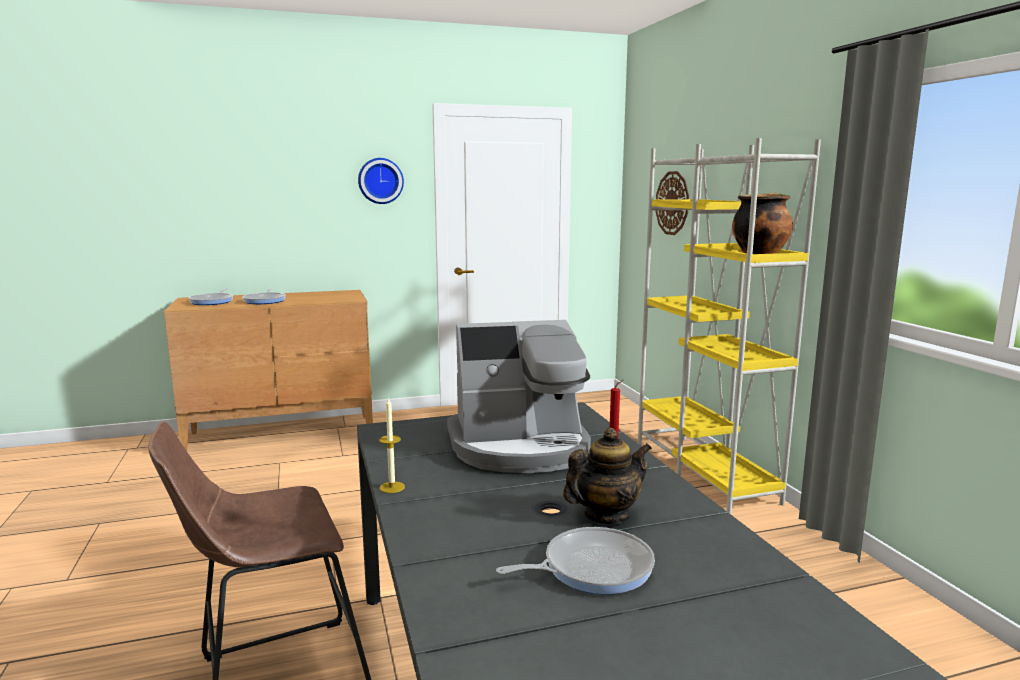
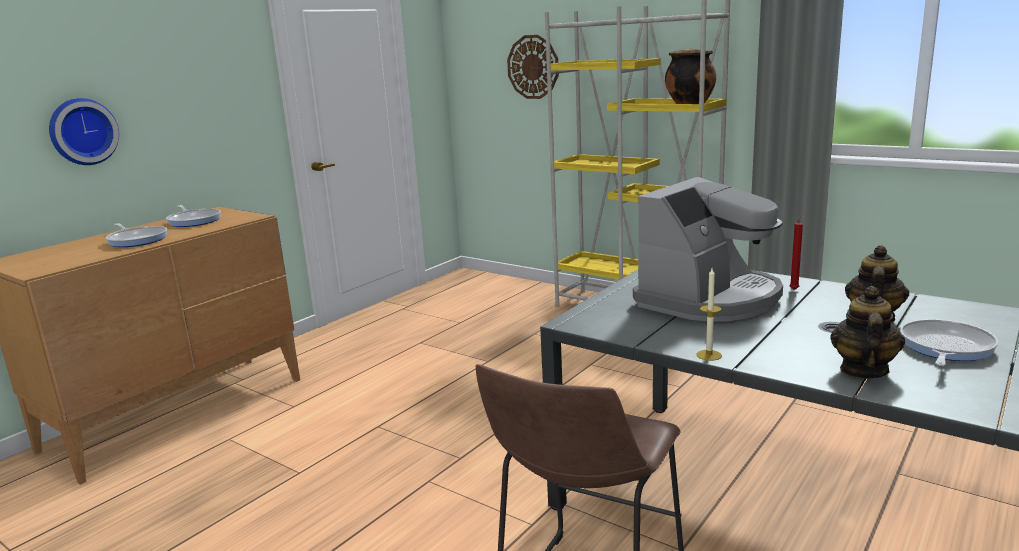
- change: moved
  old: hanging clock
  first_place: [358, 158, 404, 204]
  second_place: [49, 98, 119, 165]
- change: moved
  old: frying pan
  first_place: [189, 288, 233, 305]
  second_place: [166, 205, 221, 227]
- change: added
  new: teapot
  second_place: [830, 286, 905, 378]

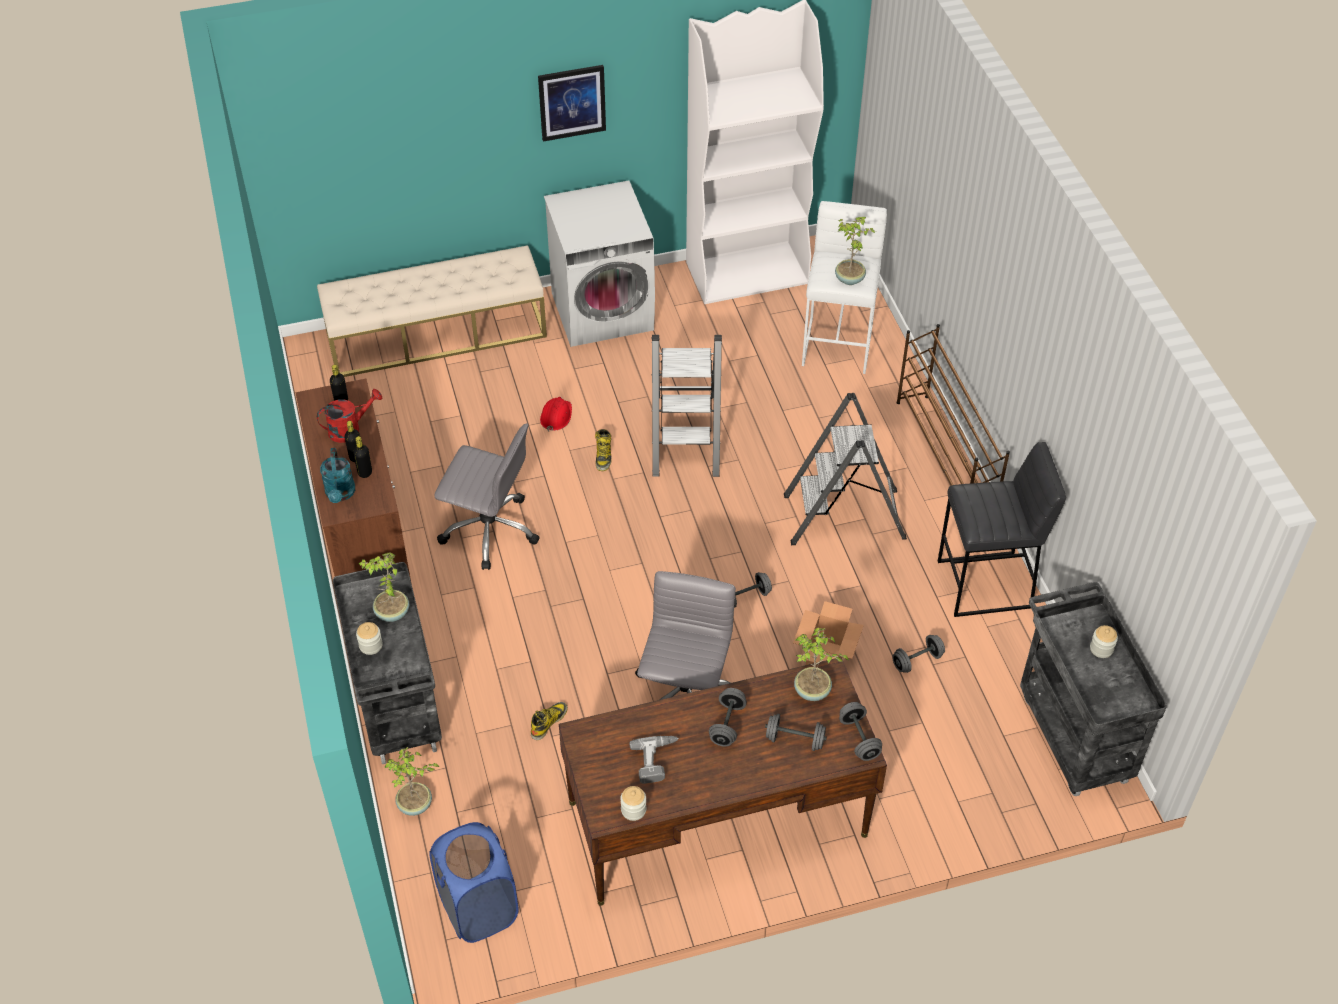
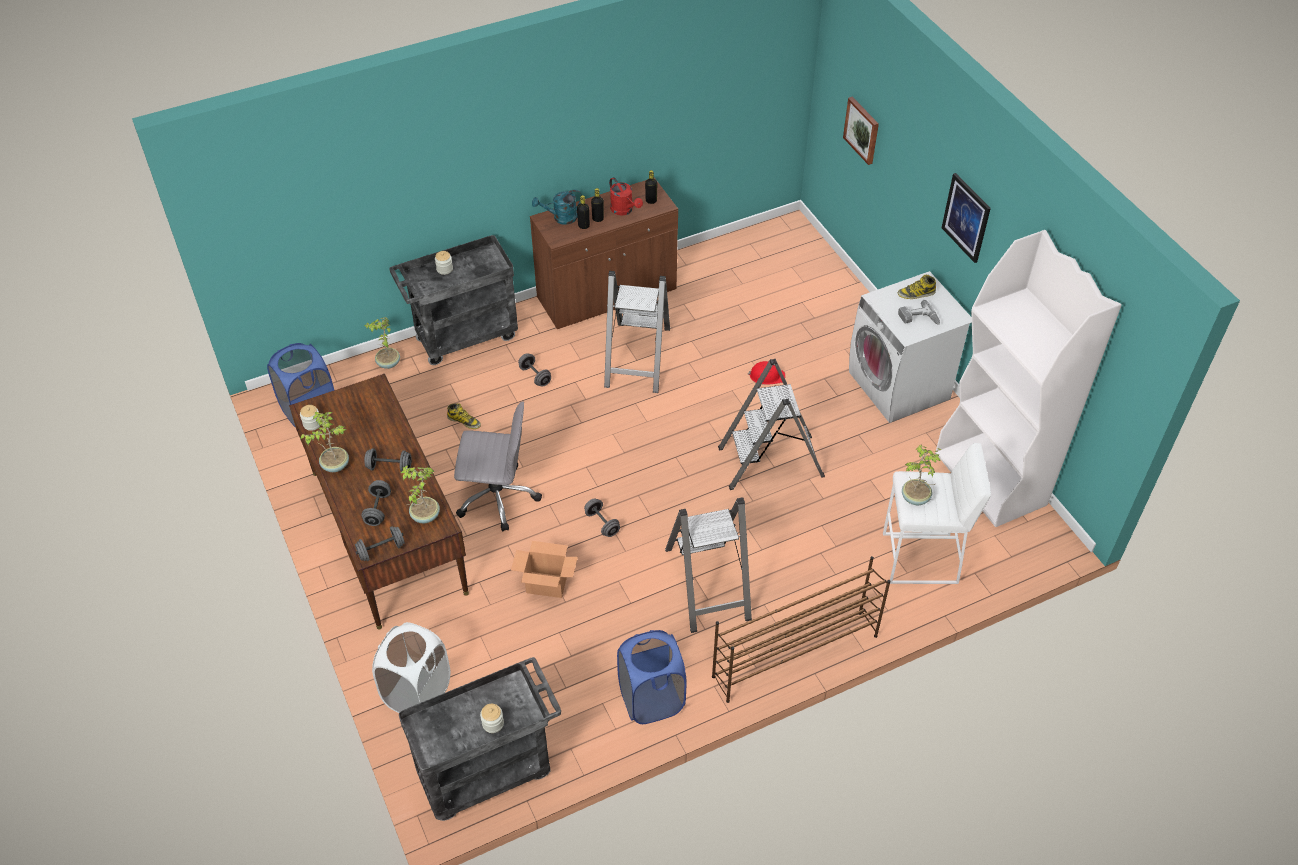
- change: removed
  old: beige-coloured bench
  first_place: [317, 245, 547, 377]
- change: replaced
  old: grey desk chair
  new: grey stepladder
  first_place: [434, 424, 540, 570]
  second_place: [604, 271, 670, 393]
- change: moved
  old: high-top boot
  first_place: [595, 429, 612, 471]
  second_place: [898, 275, 936, 299]
- change: replaced
  old: grey stool seat
  new: blue washing basket
  first_place: [938, 442, 1066, 617]
  second_place: [617, 630, 687, 724]
- change: moved
  old: houseplant
  first_place: [359, 553, 409, 622]
  second_place: [300, 412, 349, 472]
- change: moved
  old: grey free weight
  first_place: [892, 635, 945, 673]
  second_place: [518, 353, 551, 387]
- change: moved
  old: power drill
  first_place: [629, 736, 679, 784]
  second_place: [898, 300, 940, 325]
- change: added
  new: wall picture
  second_place: [843, 97, 879, 165]
- change: added
  new: whitish washing basket
  second_place: [372, 622, 450, 713]

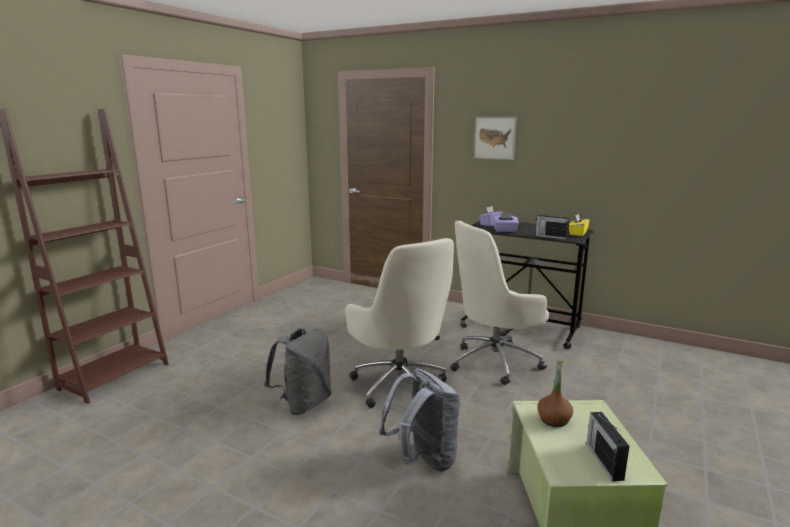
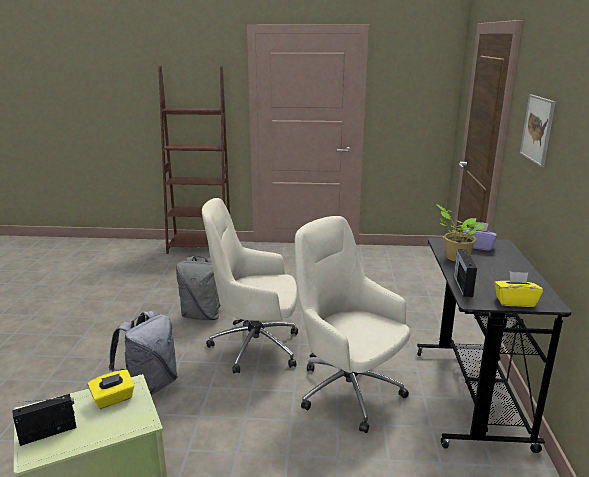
- change: replaced
  old: purplish tissue holder
  new: houseplant
  first_place: [493, 213, 519, 232]
  second_place: [436, 204, 485, 262]
- change: turned
  old: beige-coloured desk chair
  first_place: [345, 238, 454, 408]
  second_place: [202, 198, 298, 374]
  degrees: 60
- change: replaced
  old: brown-coloured drink bottle
  new: yellow tissue holder
  first_place: [537, 360, 573, 427]
  second_place: [88, 370, 134, 409]

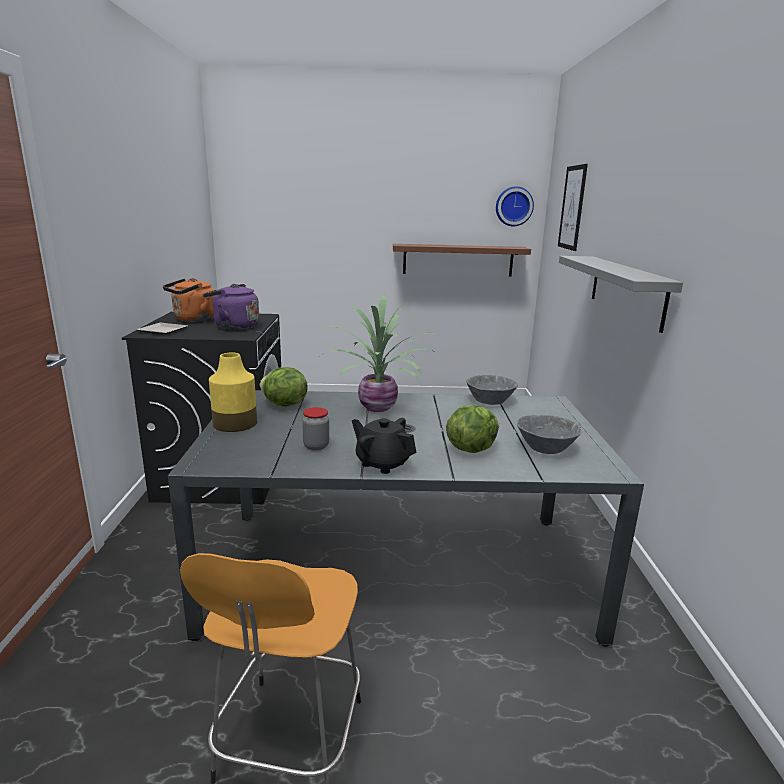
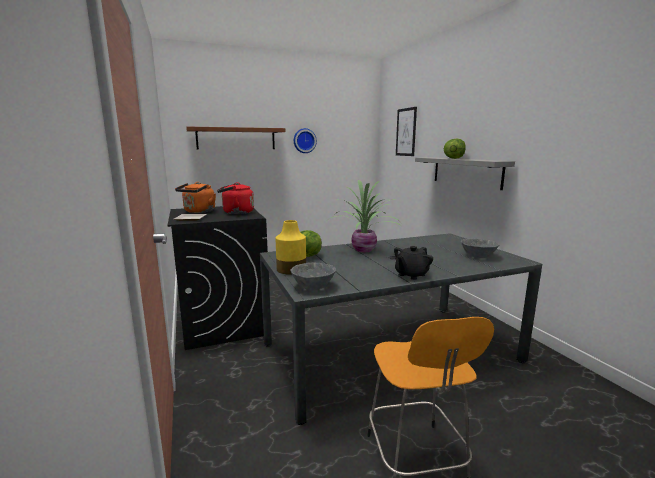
- change: moved
  old: hanging clock
  first_place: [496, 186, 534, 226]
  second_place: [294, 128, 317, 153]
- change: moved
  old: brown-coloured shelf
  first_place: [393, 244, 531, 277]
  second_place: [186, 127, 285, 150]
- change: recoloured
  old: purplish water kettle
  new: red water kettle
  first_place: [203, 284, 259, 330]
  second_place: [217, 182, 254, 214]
- change: moved
  old: grey deep dish
  first_place: [466, 375, 518, 405]
  second_place: [290, 263, 336, 290]
- change: moved
  old: lettuce head
  first_place: [446, 405, 499, 453]
  second_place: [444, 139, 466, 159]
- change: removed
  old: jar
  first_place: [302, 407, 329, 450]
- change: turned
  old: black teapot
  first_place: [352, 418, 416, 474]
  second_place: [394, 246, 433, 280]
  degrees: -60

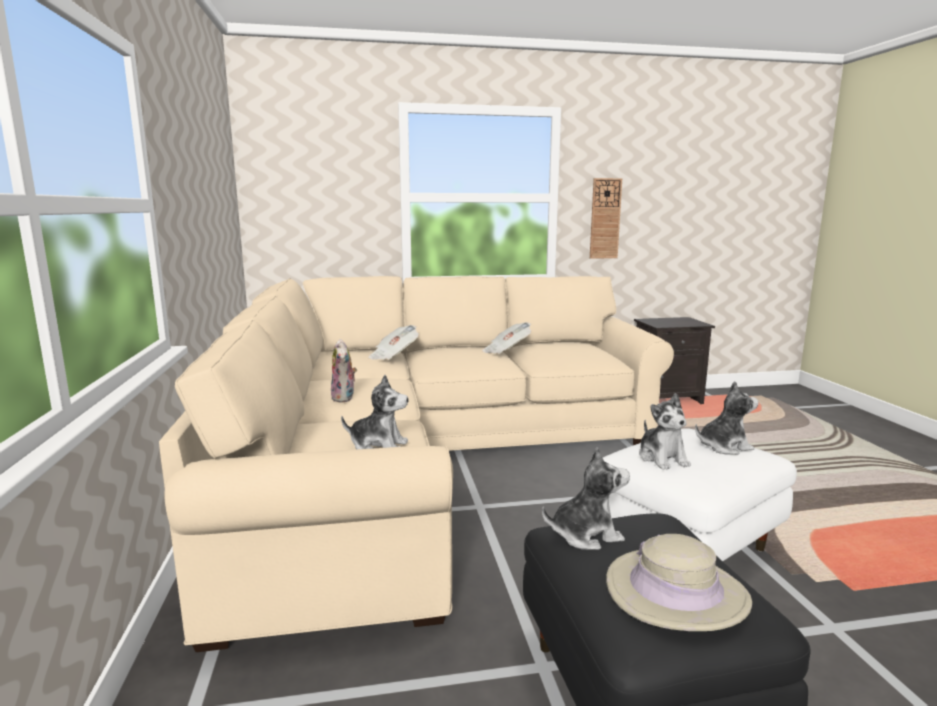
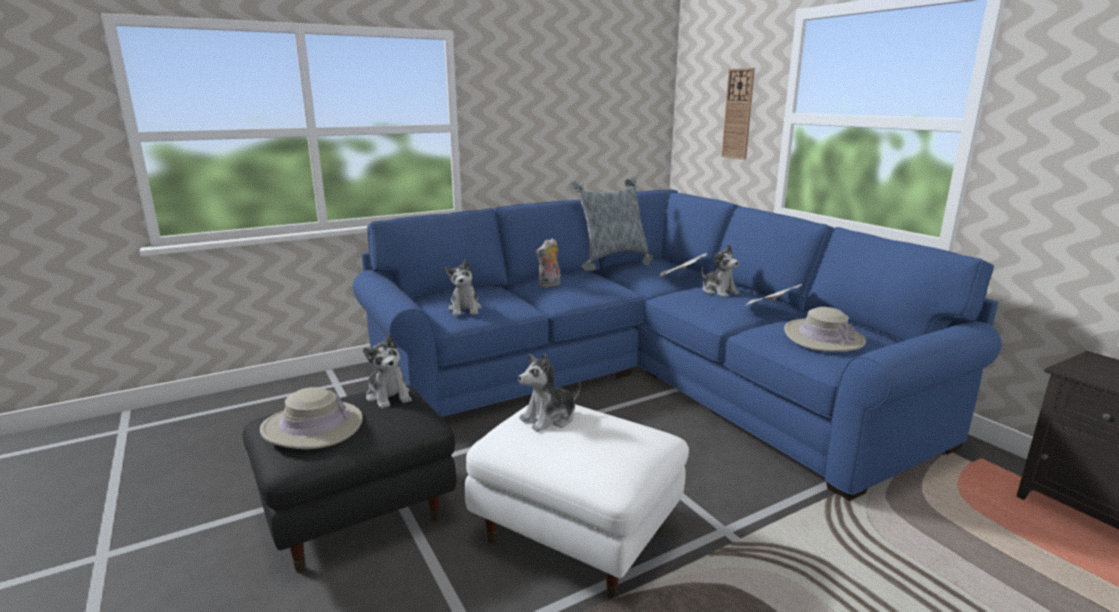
- change: moved
  old: hanging clock
  first_place: [590, 178, 622, 259]
  second_place: [722, 68, 755, 160]
- change: recoloured
  old: beige-coloured couch
  new: blue couch
  first_place: [159, 276, 674, 652]
  second_place: [353, 189, 1002, 501]
- change: moved
  old: plush toy
  first_place: [695, 381, 759, 455]
  second_place: [702, 245, 739, 298]
- change: added
  new: pillow
  second_place: [570, 178, 654, 271]
- change: added
  new: beige-coloured wearable hat
  second_place: [784, 307, 866, 352]

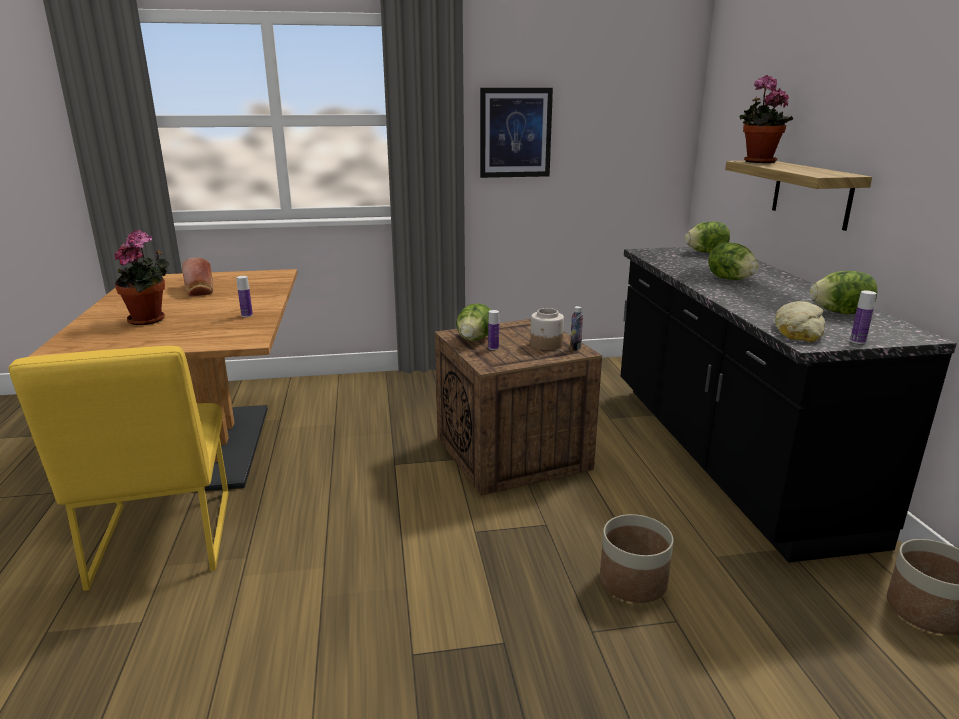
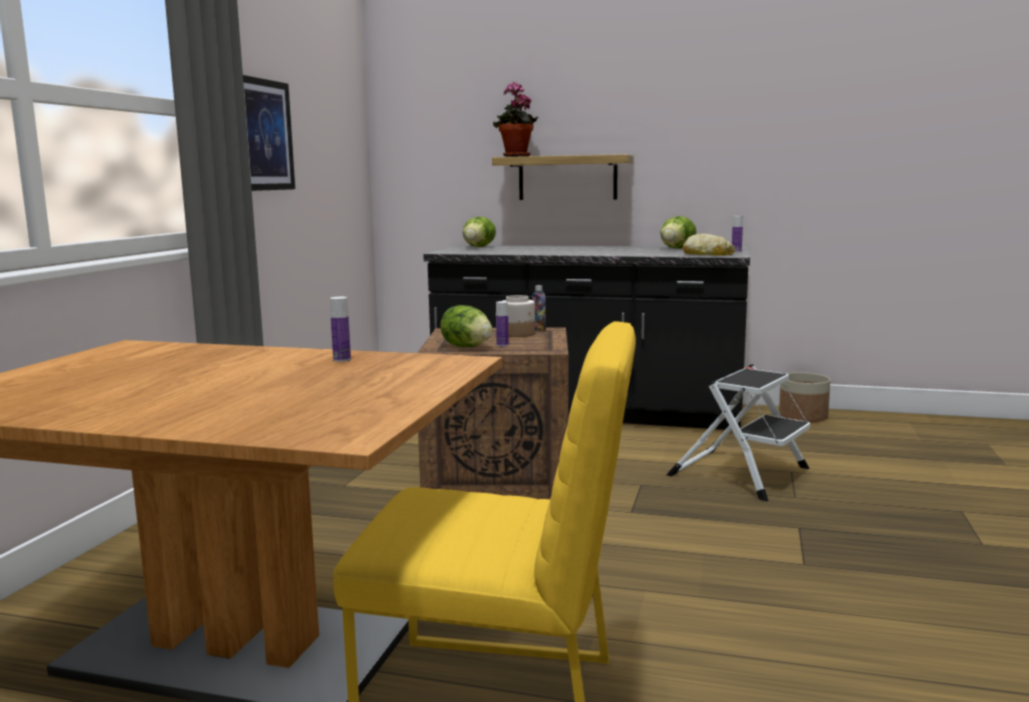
- change: removed
  old: houseplant
  first_place: [115, 230, 170, 325]
- change: removed
  old: lettuce head
  first_place: [708, 242, 759, 280]
- change: removed
  old: bakery bread
  first_place: [182, 257, 213, 297]
- change: replaced
  old: flower pot
  new: stepladder
  first_place: [600, 514, 674, 603]
  second_place: [666, 364, 810, 501]

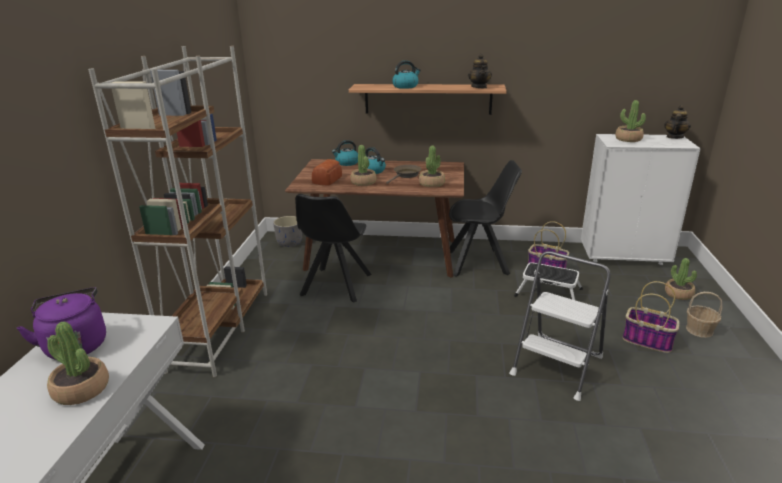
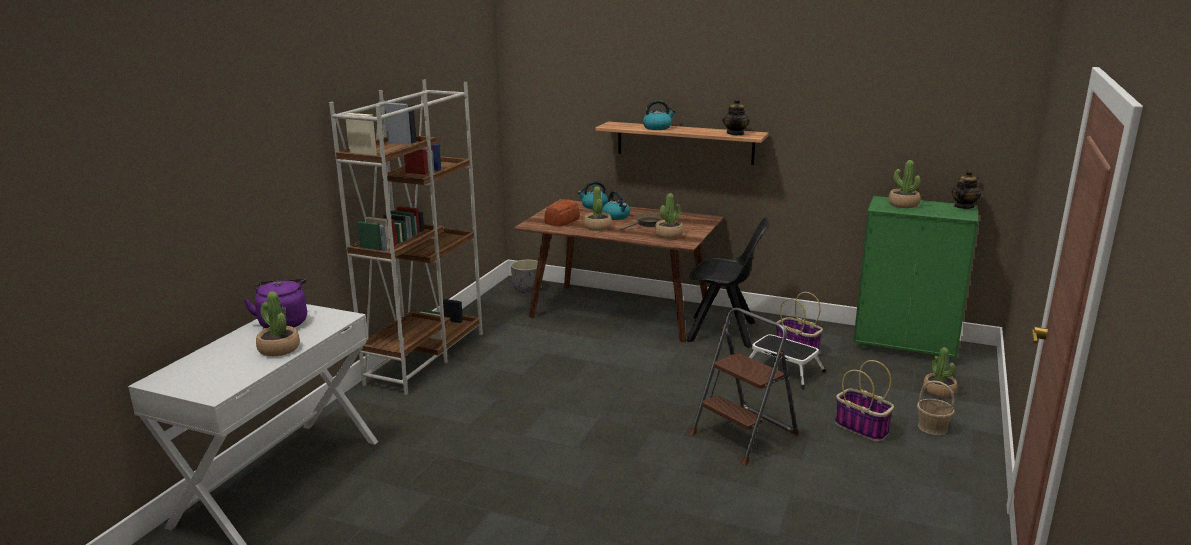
- change: recoloured
  old: whitish storage cabinet
  new: greenish storage cabinet
  first_place: [581, 134, 701, 265]
  second_place: [853, 196, 978, 358]
- change: removed
  old: black upright chair
  first_place: [295, 194, 372, 303]
- change: recoloured
  old: whitish stepladder
  new: brown-coloured stepladder
  first_place: [509, 251, 611, 401]
  second_place: [688, 308, 798, 465]

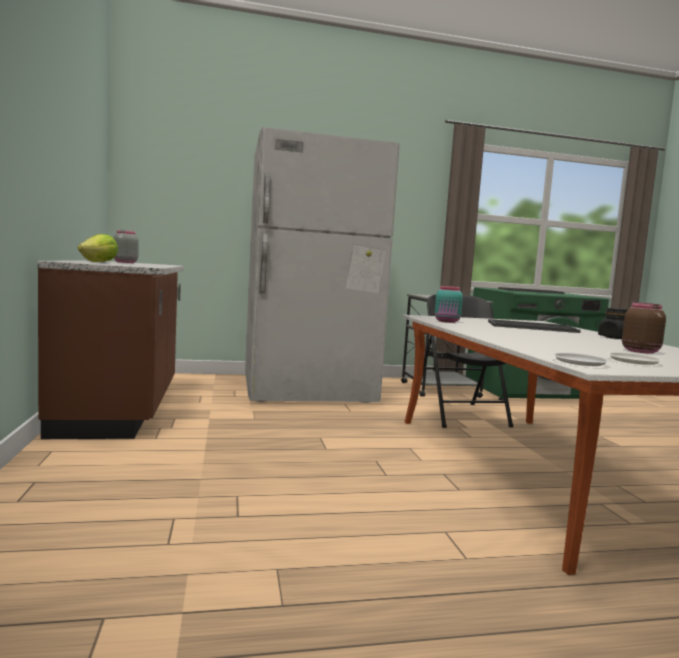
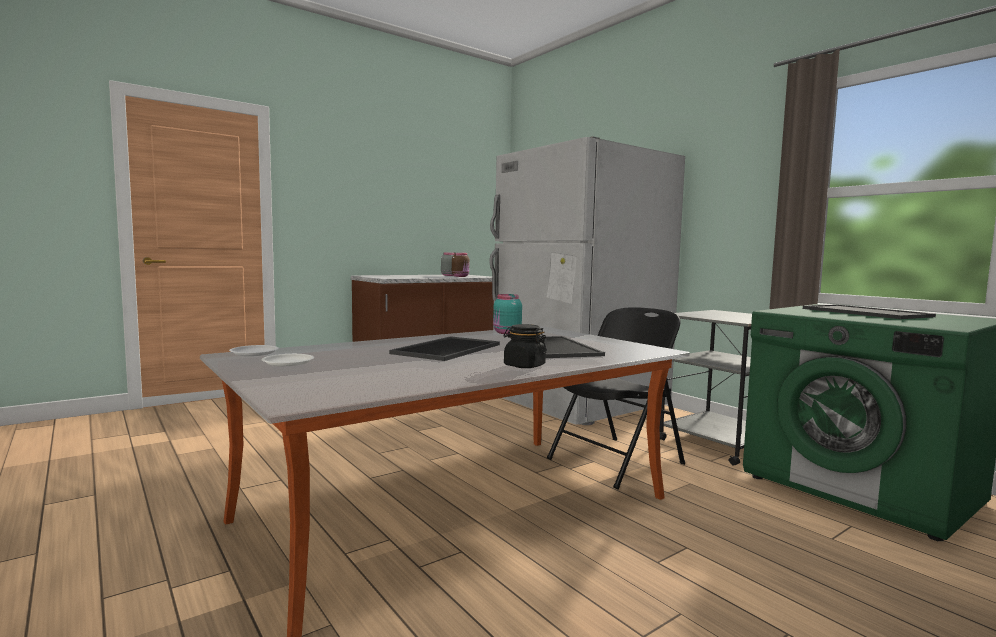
- change: removed
  old: lettuce head
  first_place: [78, 234, 118, 262]
- change: moved
  old: brown-coloured jar
  first_place: [622, 302, 666, 354]
  second_place: [452, 253, 469, 277]
- change: added
  new: serving tray
  second_place: [389, 336, 500, 361]

